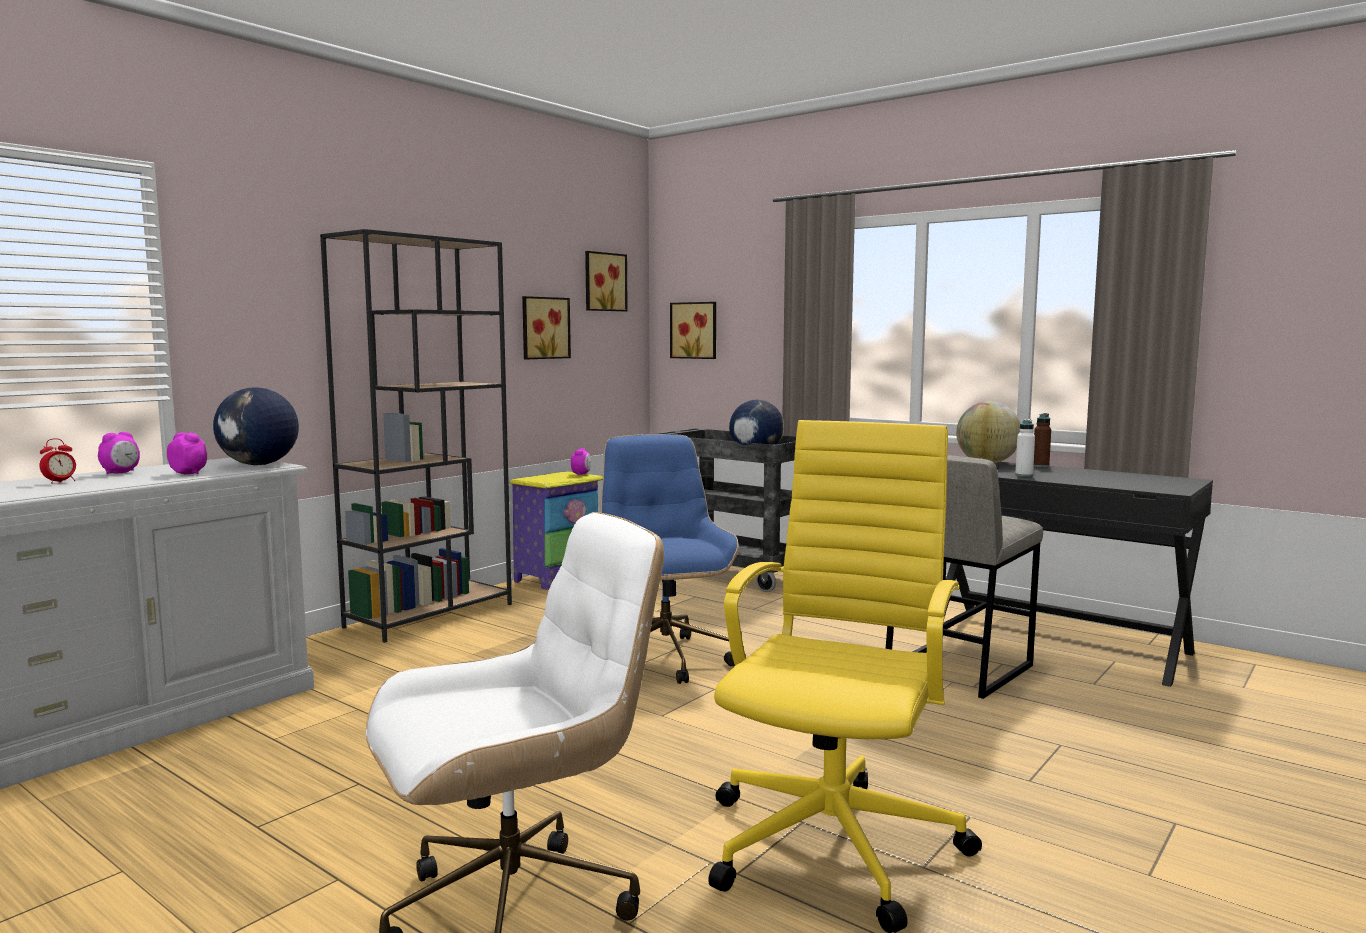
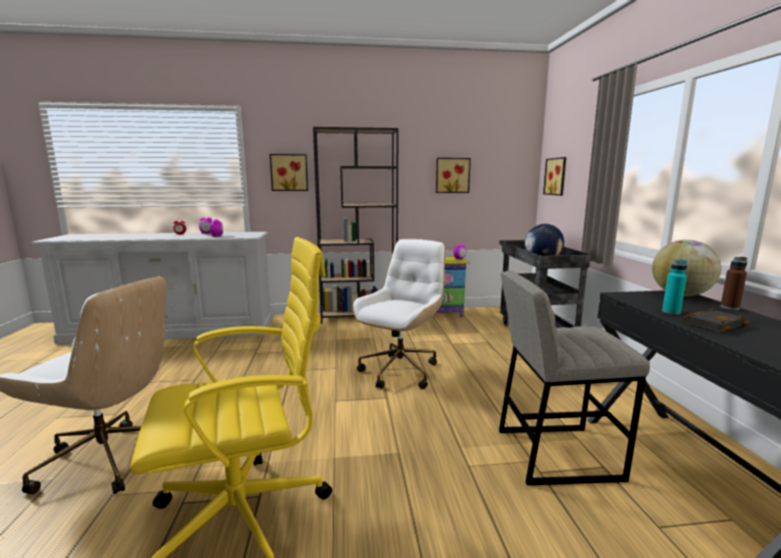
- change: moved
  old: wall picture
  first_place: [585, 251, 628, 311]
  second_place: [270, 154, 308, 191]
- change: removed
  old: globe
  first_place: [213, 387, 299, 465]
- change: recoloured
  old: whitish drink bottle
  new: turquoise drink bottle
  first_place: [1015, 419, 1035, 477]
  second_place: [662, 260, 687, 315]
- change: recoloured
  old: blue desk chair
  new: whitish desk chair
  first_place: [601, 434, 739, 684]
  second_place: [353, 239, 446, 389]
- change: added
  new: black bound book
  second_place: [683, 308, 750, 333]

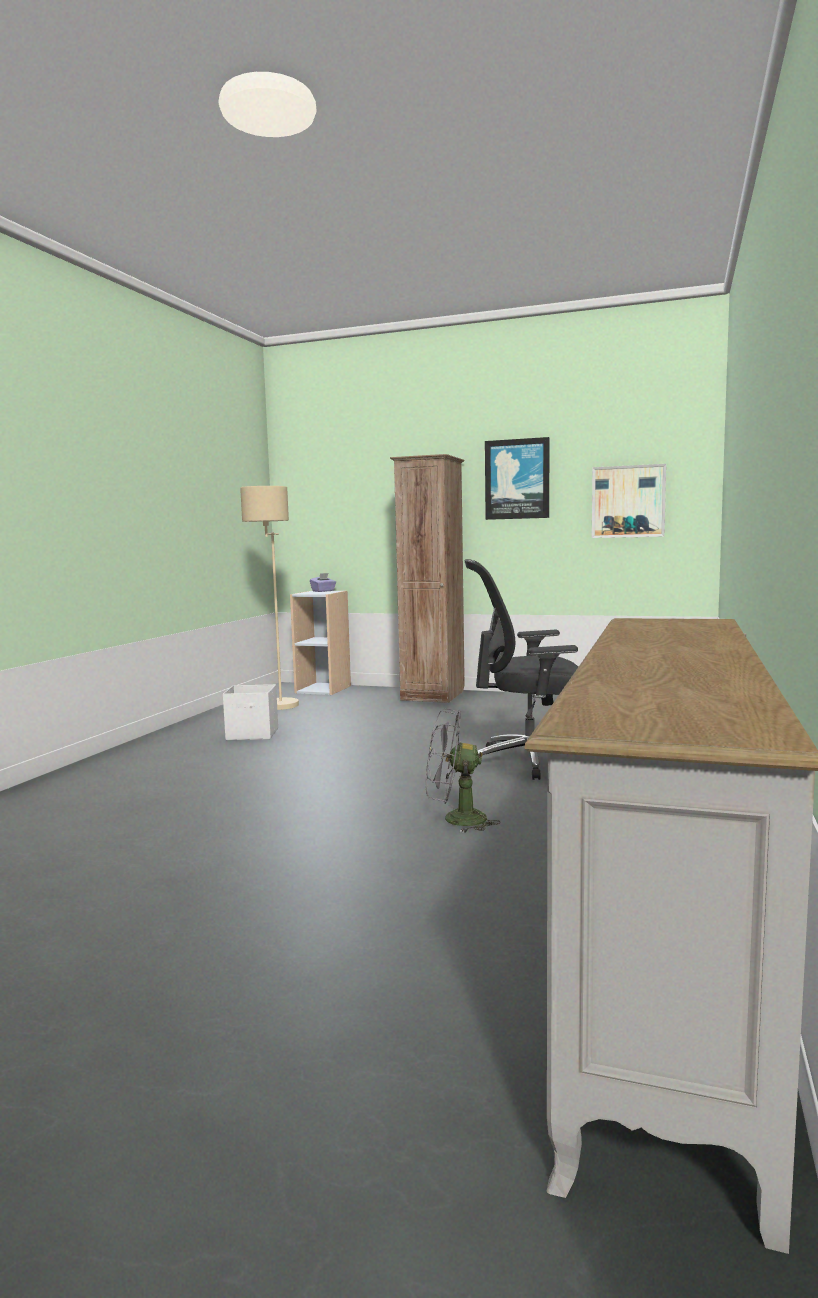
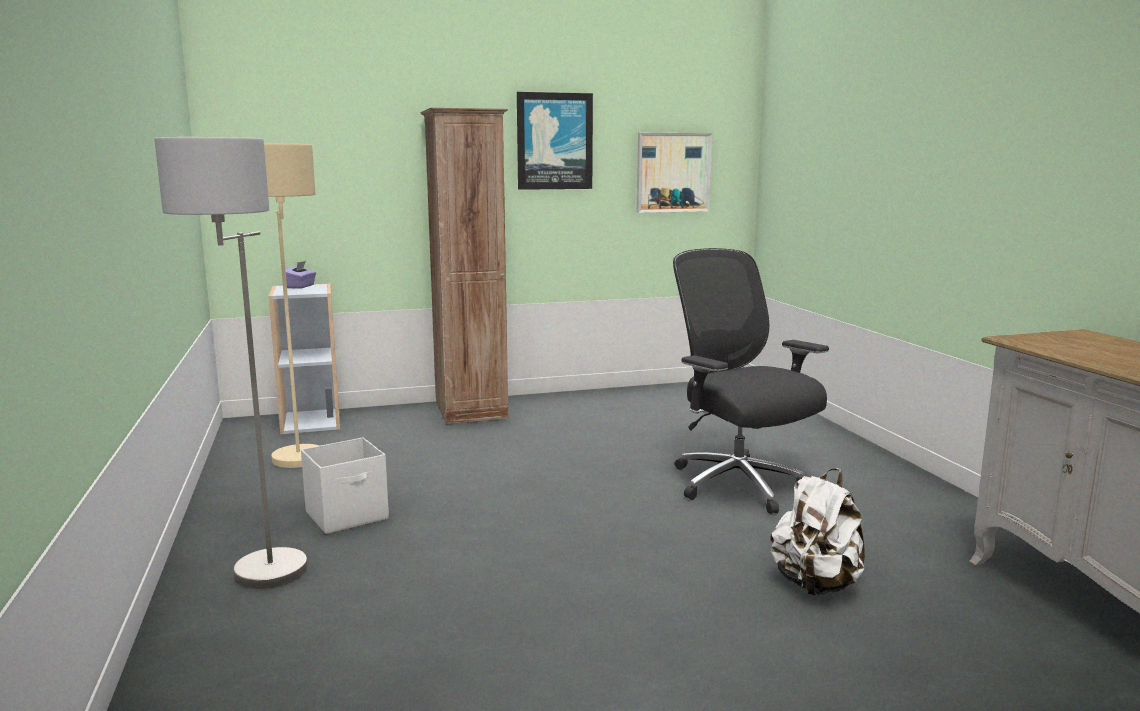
- change: turned
  old: desk chair
  first_place: [465, 559, 578, 780]
  second_place: [673, 248, 829, 514]
  degrees: 90
- change: replaced
  old: grey electric fan
  new: whitish rucksack
  first_place: [426, 709, 500, 833]
  second_place: [771, 468, 865, 595]
- change: added
  new: grey floor lamp
  second_place: [155, 137, 307, 589]

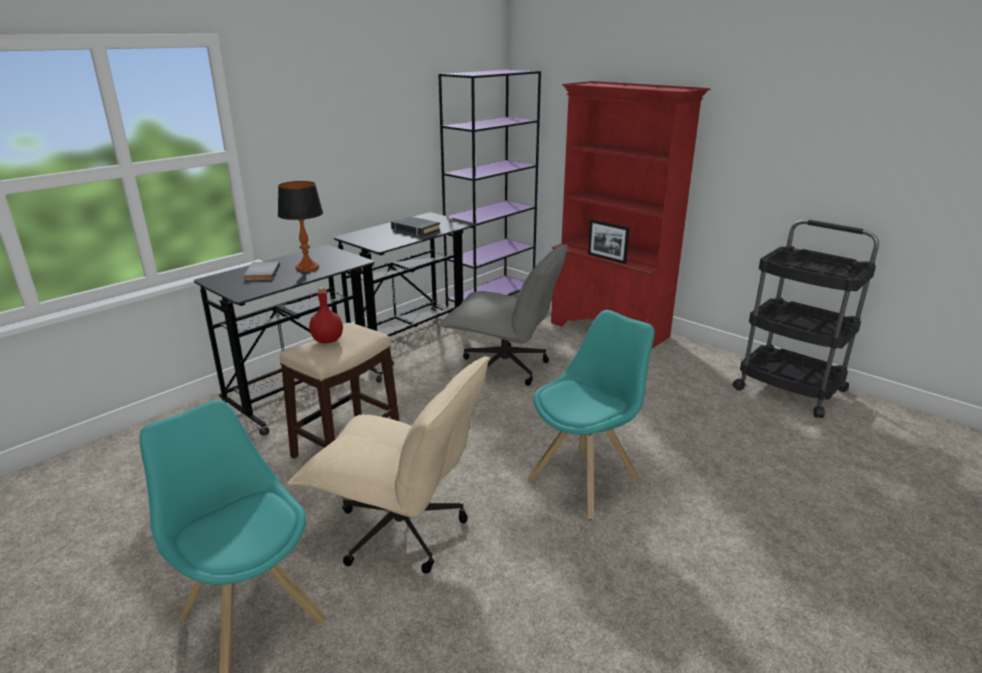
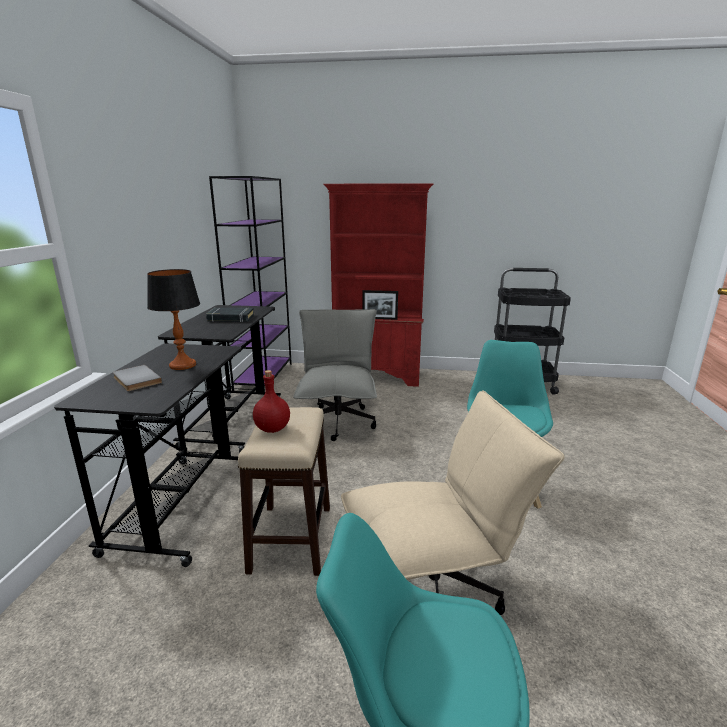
- change: turned
  old: grey desk chair
  first_place: [438, 244, 568, 386]
  second_place: [293, 309, 377, 441]
  degrees: -75

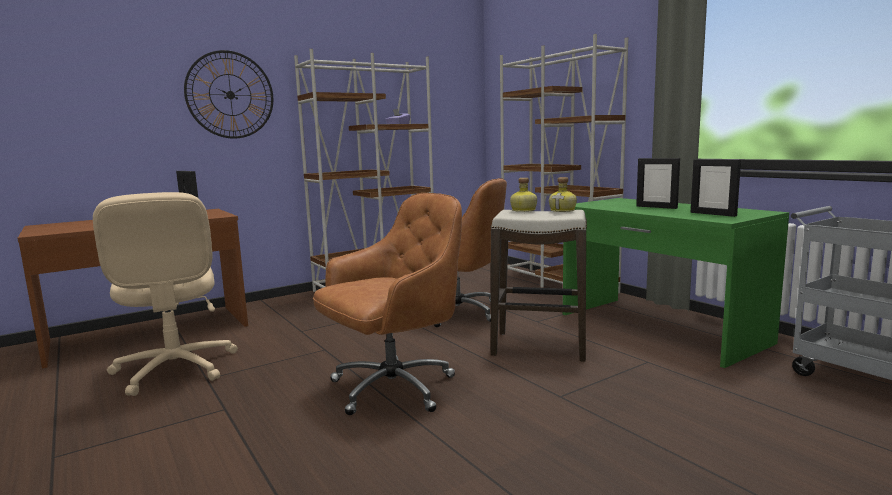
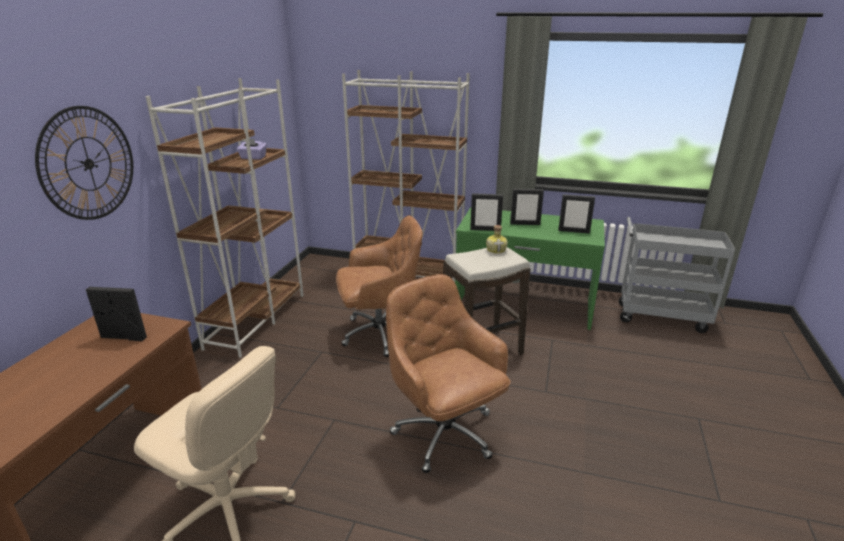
- change: removed
  old: drink bottle
  first_place: [510, 178, 537, 212]
- change: turned
  old: brown-coloured desk chair
  first_place: [313, 193, 462, 415]
  second_place: [386, 274, 511, 473]
  degrees: -45
- change: added
  new: picture frame
  second_place: [470, 193, 503, 231]

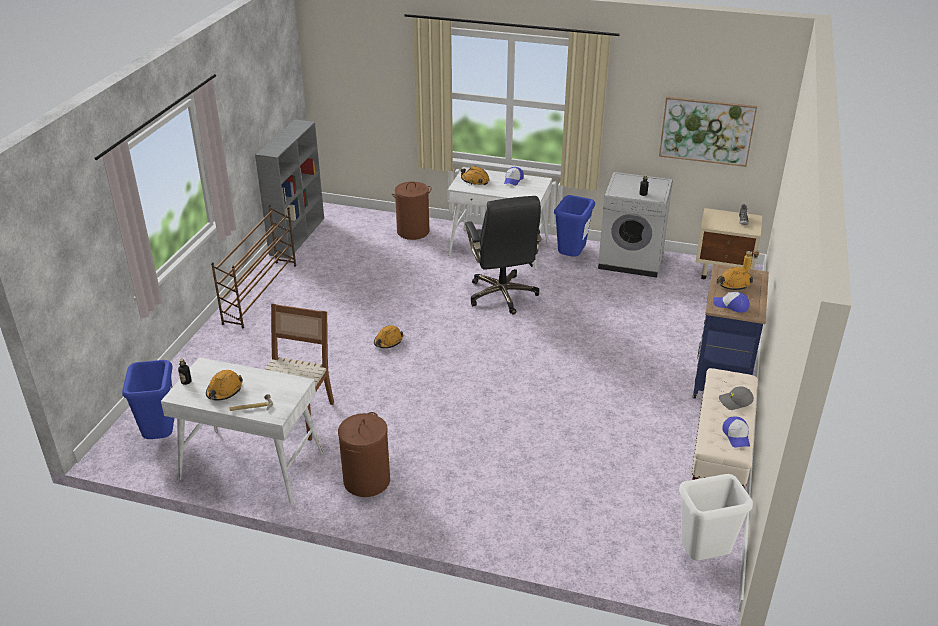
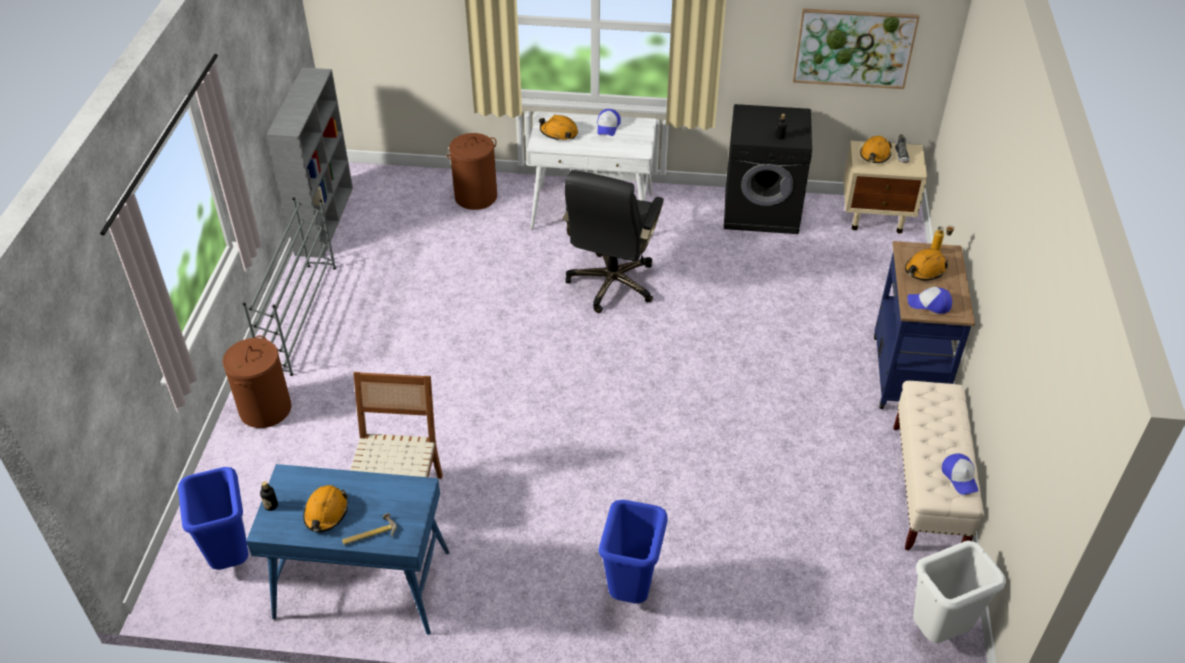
- change: recoloured
  old: whitish laundry machine
  new: black laundry machine
  first_place: [598, 172, 673, 278]
  second_place: [724, 104, 812, 234]
- change: moved
  old: blue rubbish bin
  first_place: [554, 195, 595, 257]
  second_place: [599, 500, 668, 604]
- change: turned
  old: black desk chair
  first_place: [465, 196, 542, 315]
  second_place: [562, 170, 664, 313]
  degrees: 45
- change: recoloured
  old: brown-coloured shoe shelf
  new: grey shoe shelf
  first_place: [211, 205, 296, 329]
  second_place: [242, 197, 336, 376]
- change: moved
  old: orange work helmet
  first_place: [374, 325, 403, 348]
  second_place: [860, 136, 892, 163]
- change: recoloured
  old: whitish desk unit
  new: blue desk unit
  first_place: [161, 357, 324, 505]
  second_place: [246, 464, 450, 635]
- change: removed
  old: grey baseball cap
  first_place: [719, 386, 754, 410]
- change: moved
  old: brown-coloured washing basket
  first_place: [338, 412, 390, 497]
  second_place: [223, 335, 292, 428]

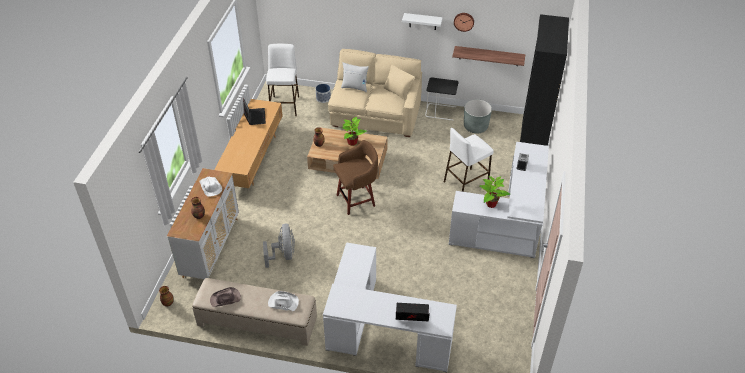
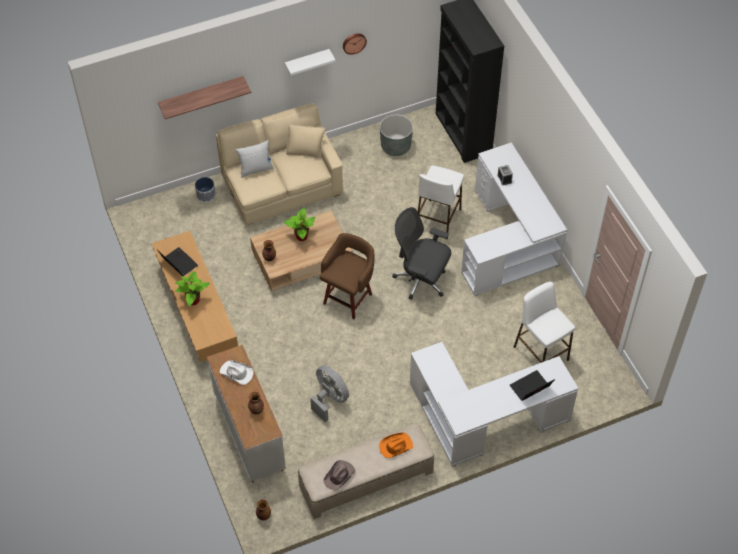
- change: moved
  old: whitish stool seat
  first_place: [266, 44, 299, 117]
  second_place: [514, 282, 575, 363]
- change: moved
  old: shelf
  first_place: [452, 46, 525, 66]
  second_place: [158, 76, 252, 119]
- change: removed
  old: black accent table
  first_place: [425, 77, 459, 121]
- change: moved
  old: houseplant
  first_place: [480, 176, 510, 208]
  second_place: [175, 271, 210, 306]
- change: recoloured
  old: whitish wearable hat
  new: orange wearable hat
  first_place: [268, 291, 299, 311]
  second_place: [379, 432, 413, 458]
- change: added
  new: desk chair
  second_place: [392, 207, 451, 300]

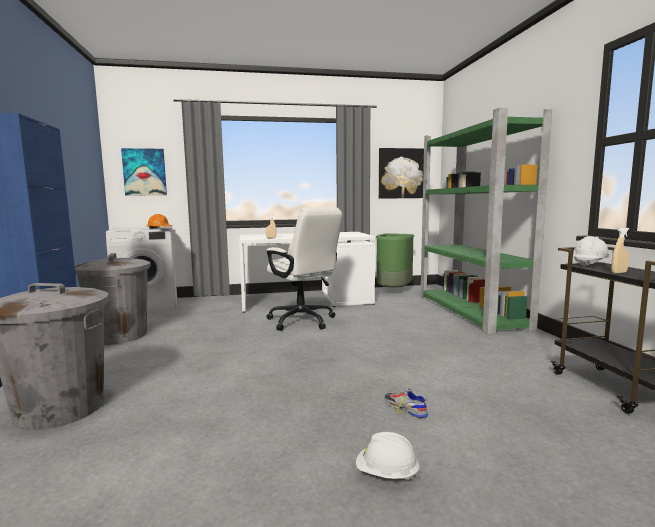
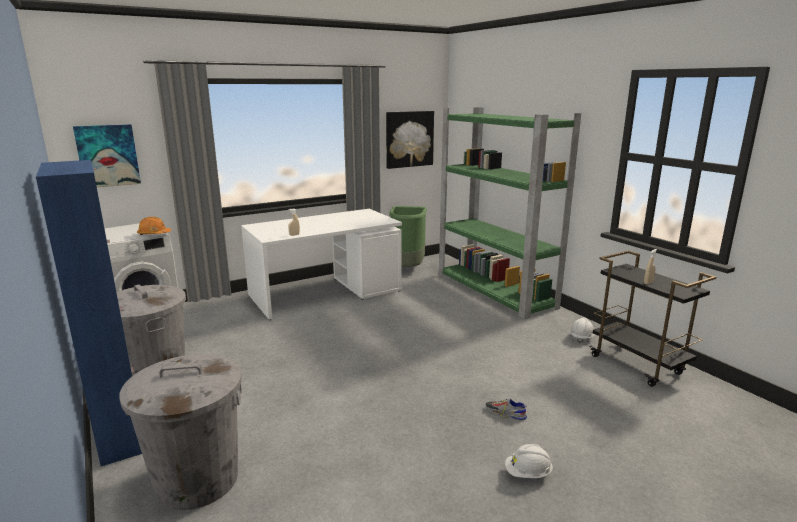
- change: removed
  old: whitish desk chair
  first_place: [266, 207, 342, 331]
- change: moved
  old: whitish work helmet
  first_place: [573, 236, 610, 267]
  second_place: [570, 318, 595, 344]

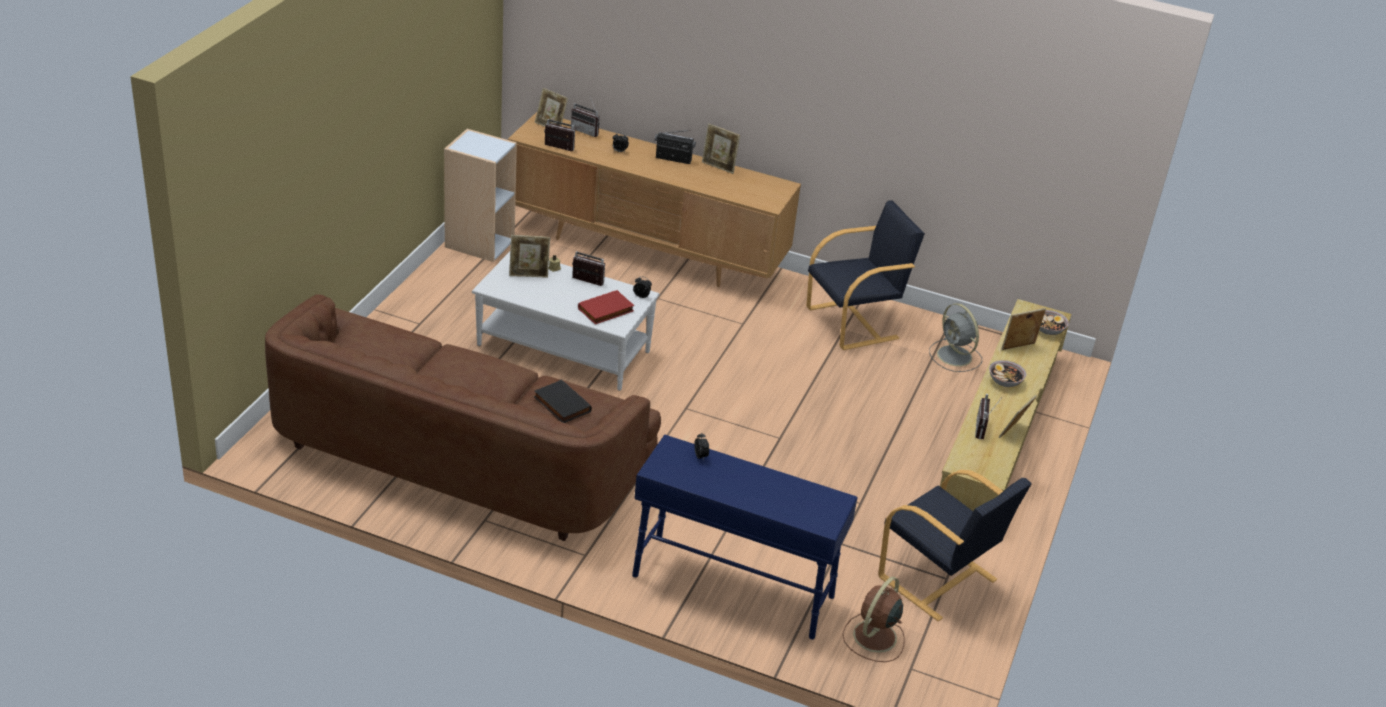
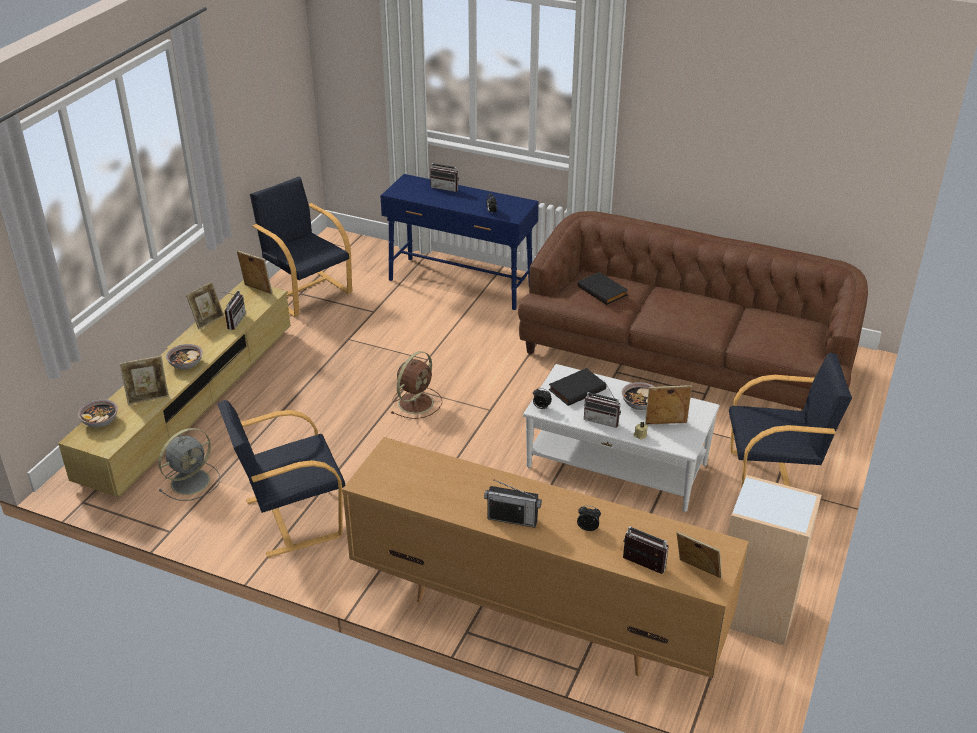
- change: moved
  old: radio receiver
  first_place: [544, 119, 575, 151]
  second_place: [430, 154, 459, 192]
- change: moved
  old: picture frame
  first_place: [702, 123, 740, 174]
  second_place: [237, 251, 273, 294]
- change: recoloured
  old: red bound book
  new: black bound book
  first_place: [578, 290, 634, 324]
  second_place: [549, 368, 606, 406]
- change: turned
  old: grey electric fan
  first_place: [929, 303, 982, 372]
  second_place: [158, 428, 220, 501]
  degrees: 75
- change: moved
  old: brown-coloured electric fan
  first_place: [843, 577, 905, 662]
  second_place: [391, 351, 442, 419]
- change: added
  new: black easy chair
  second_place: [729, 353, 852, 489]
- change: added
  new: deep dish
  second_place: [622, 382, 655, 410]

